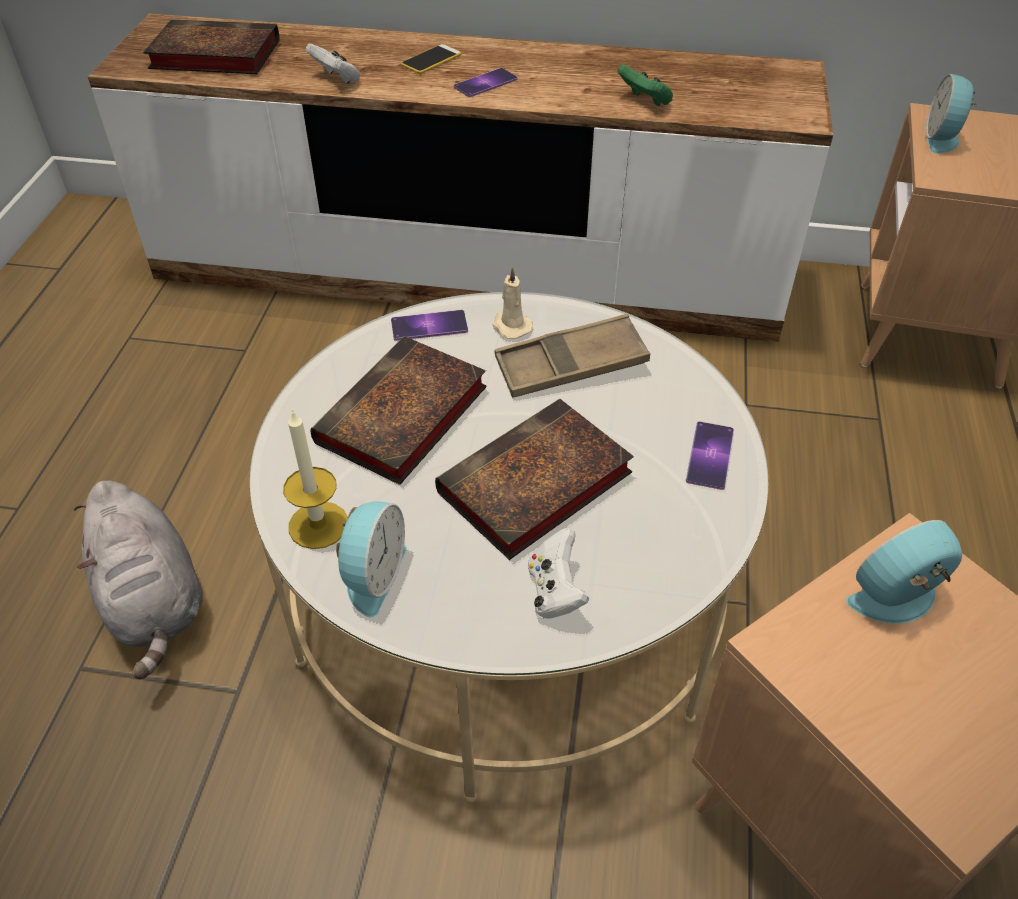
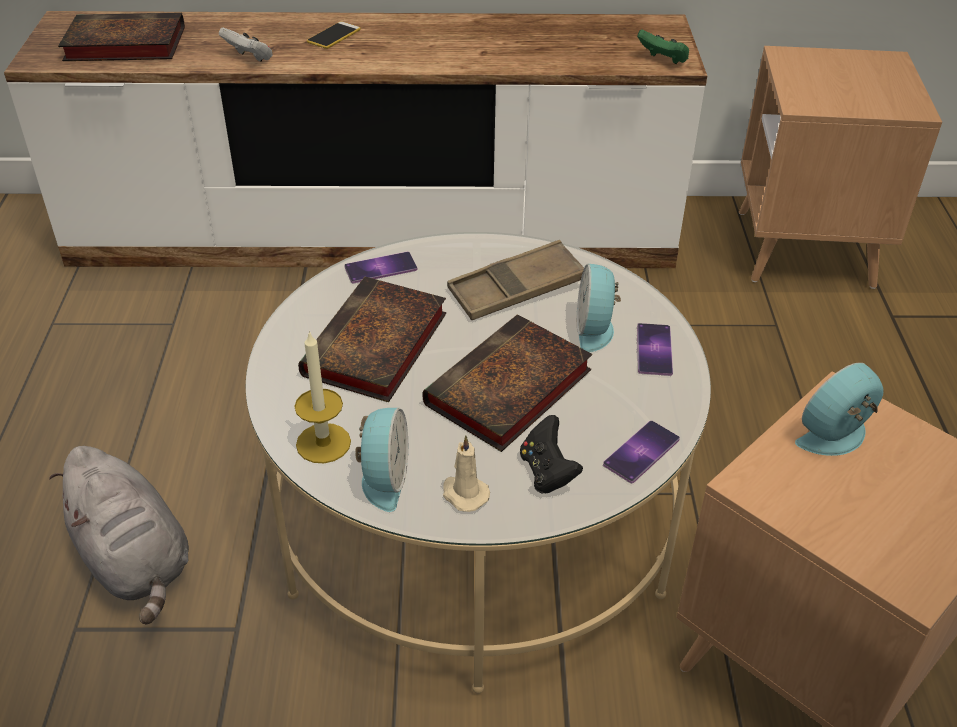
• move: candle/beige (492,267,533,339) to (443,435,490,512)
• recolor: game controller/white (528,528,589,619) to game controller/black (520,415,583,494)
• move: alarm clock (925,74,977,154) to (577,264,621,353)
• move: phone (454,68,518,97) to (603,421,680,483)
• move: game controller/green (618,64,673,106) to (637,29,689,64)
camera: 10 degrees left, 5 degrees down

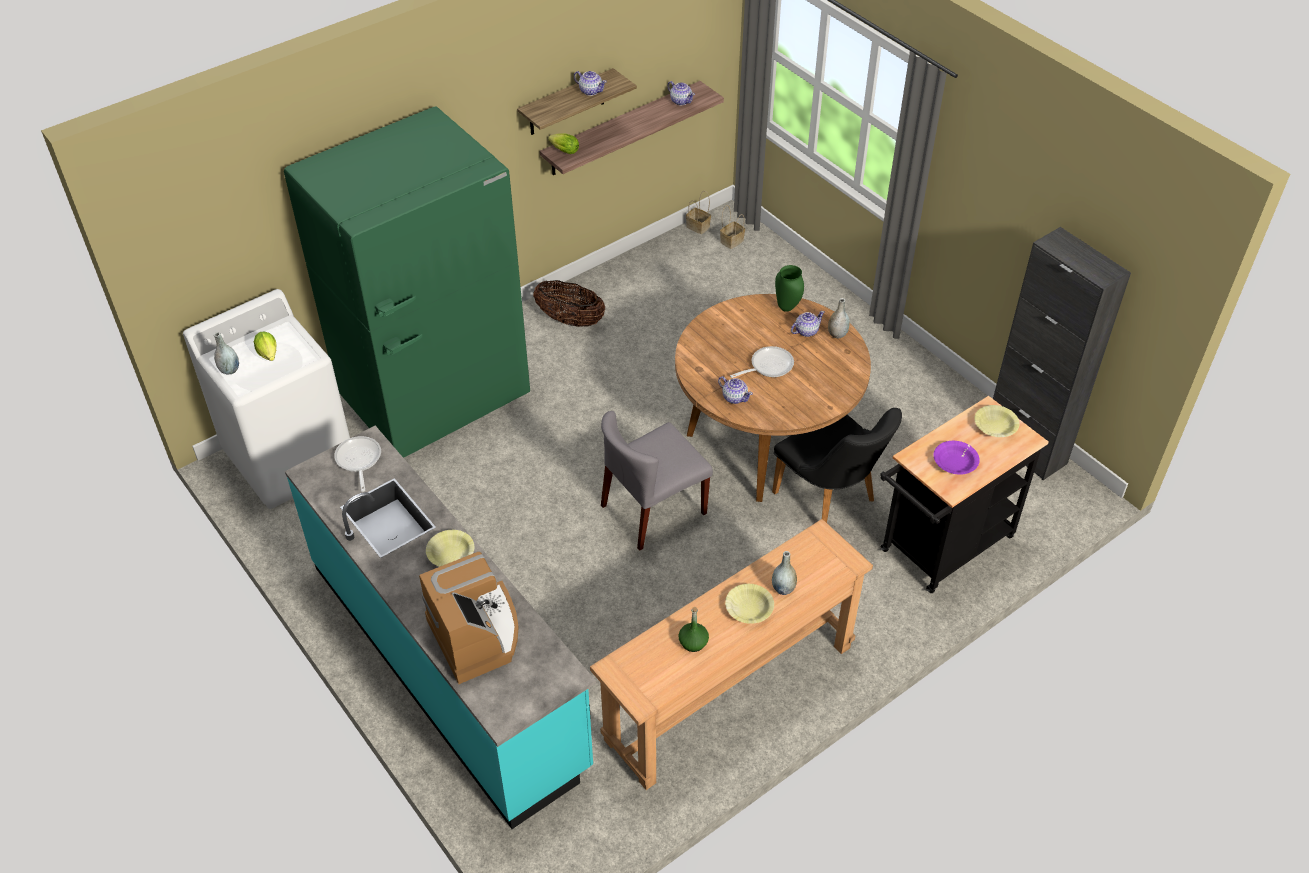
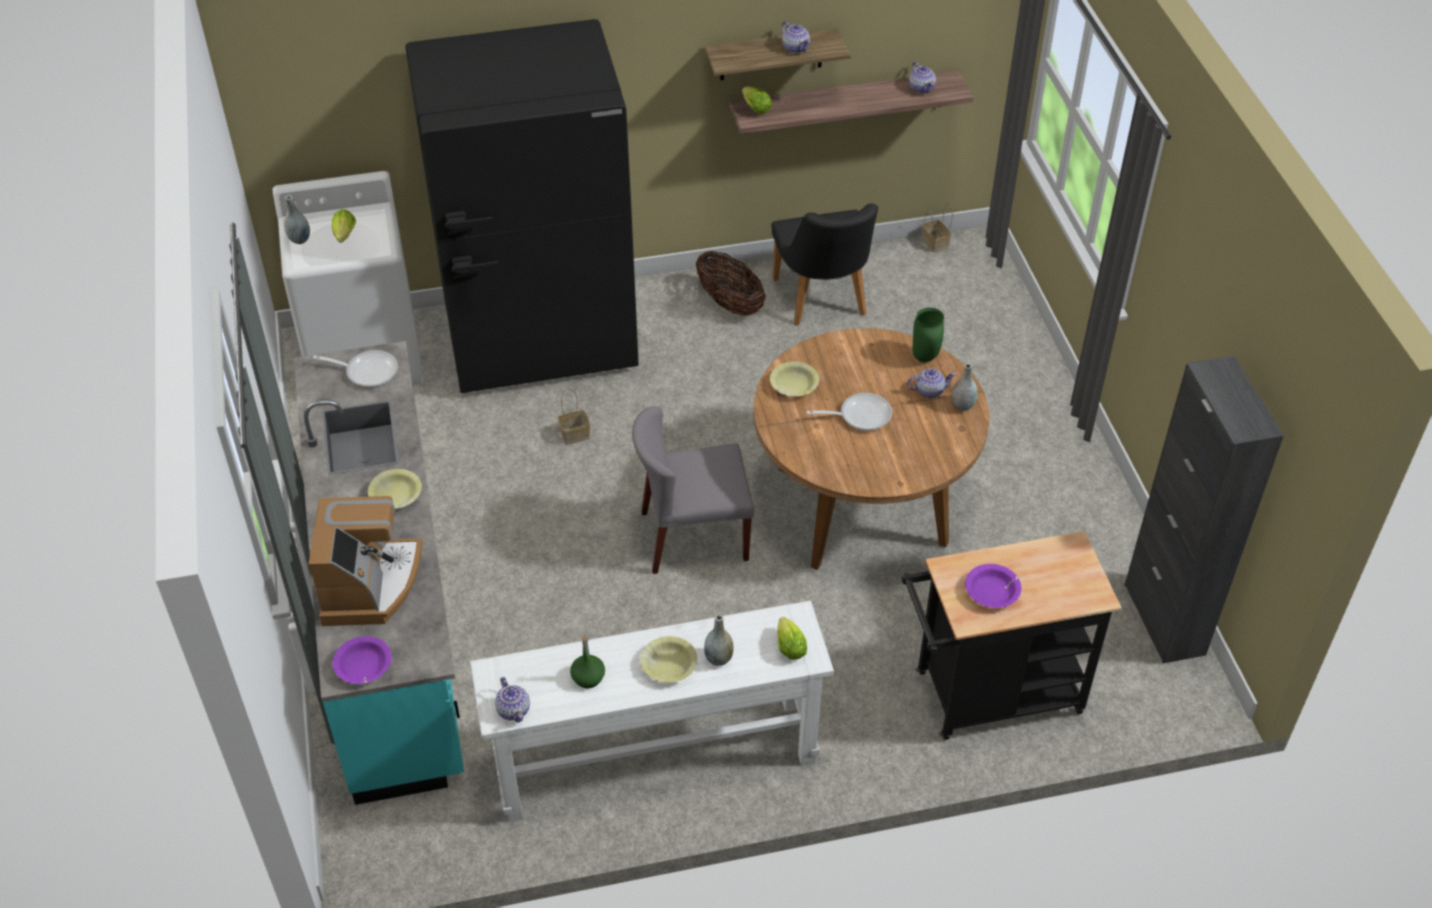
• rotate: frying pan (334,436,381,492) = (313,350,398,388) 90 degrees clockwise
• insert: bowl/purple (333,636,392,684)
• recolor: fridge/green (284,107,530,458) to fridge/black (405,19,639,393)
• recolor: console table/brown (590,519,873,790) to console table/white (470,601,834,822)
• move: teapot (718,376,753,404) to (495,677,530,722)
• move: basket (720,205,745,249) to (558,388,590,445)
• move: bowl/yellow (974,405,1020,437) to (770,362,819,396)
• move: chair/black (772,408,902,523) to (771,203,878,326)
• insert: lettuce (777,617,807,660)
camera: 25 degrees right, 0 degrees up

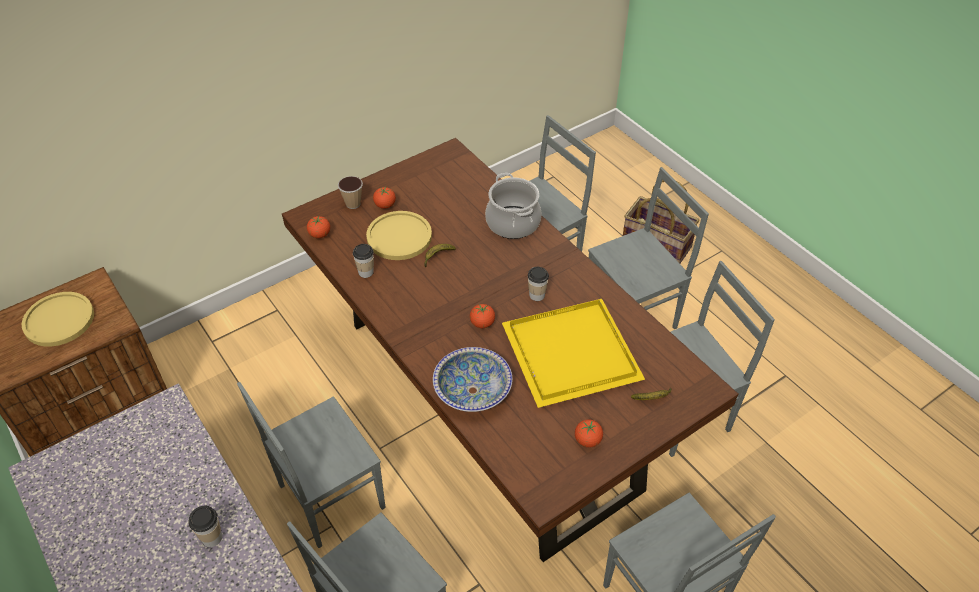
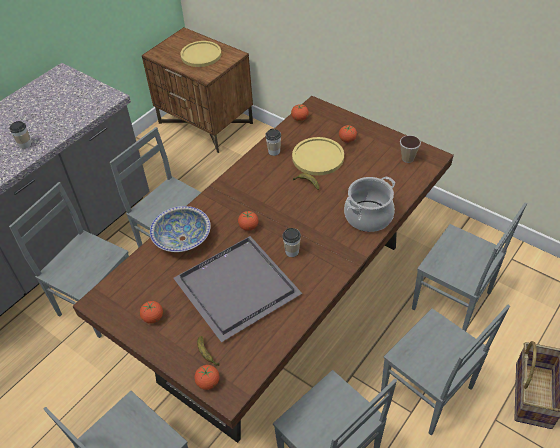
• recolor: tray/yellow (502,299,645,408) to tray/grey (173,236,302,342)
• insert: tomato (194,365,219,390)
• move: cup (338,176,363,209) to (400,135,421,163)
camera: 75 degrees right, 0 degrees up

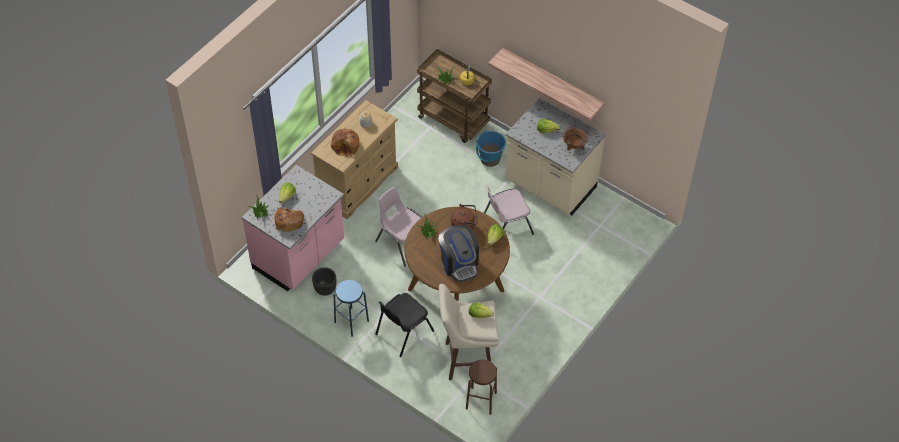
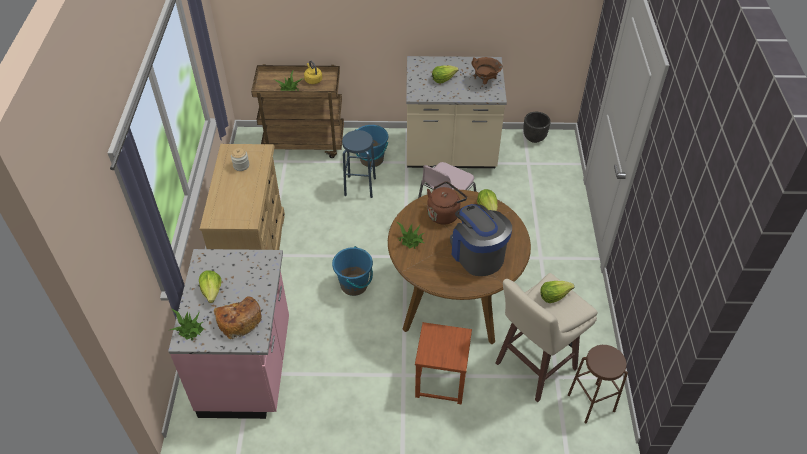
• replace: chair/pink (375,187,422,267) to bucket/blue (332,246,373,296)
• move: stool/blue (334,280,369,337) to (342,130,376,198)
• replace: chair/black (375,293,434,357) to stool/brown (415,322,472,404)
• rotate: coffee machine (438,225,479,282) = (450,204,512,276) 150 degrees counterclockwise
• move: planter/black (312,267,336,296) to (523,112,551,143)
• delete: bread (331,129,359,157)
• delete: shelf (488,48,605,121)
camera: 35 degrees left, 5 degrees down

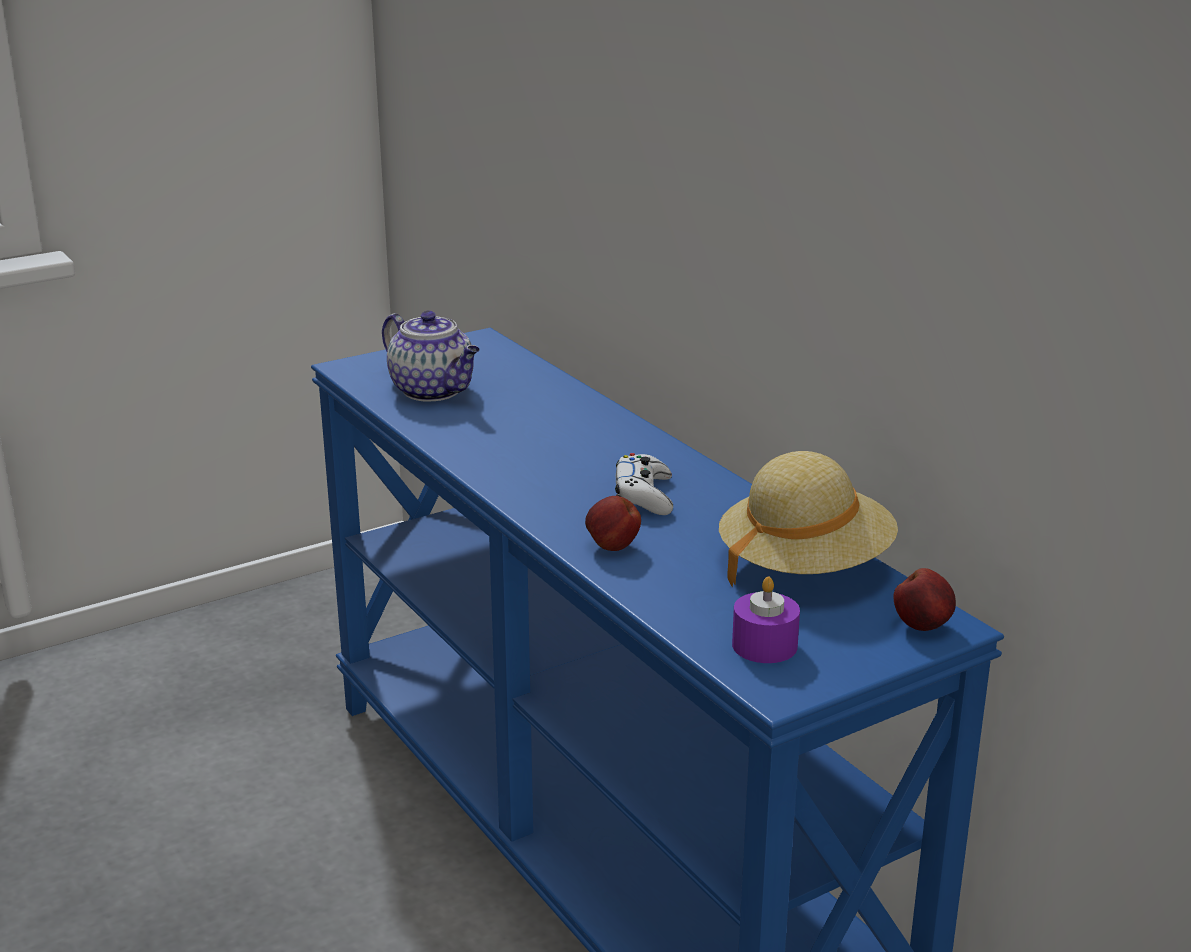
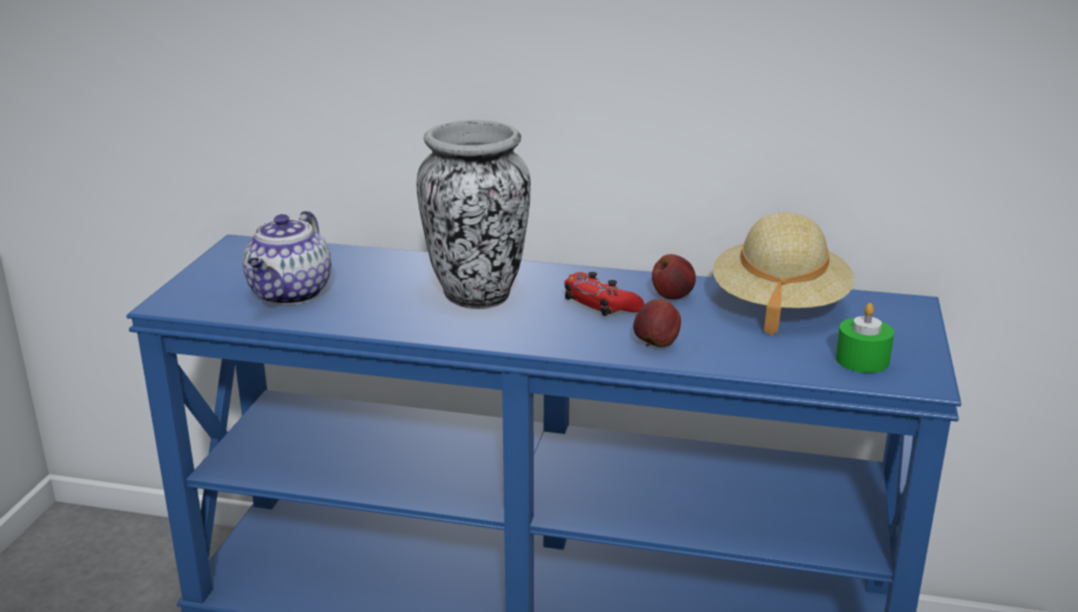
• rotate: teapot (382,311,480,402) = (243,211,331,305) 105 degrees clockwise
• insert: vase (417,120,531,309)
• recolor: game controller/white (615,453,673,515) to game controller/red (564,272,644,316)
• move: apple (894,568,956,631) to (652,254,696,300)
• recolor: candle/purple (732,577,800,663) to candle/green (836,303,894,373)
camera: 45 degrees left, 0 degrees up

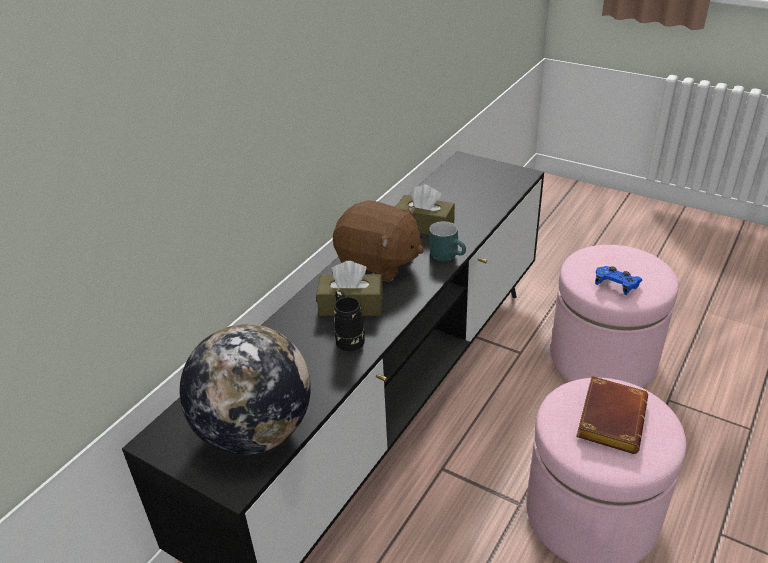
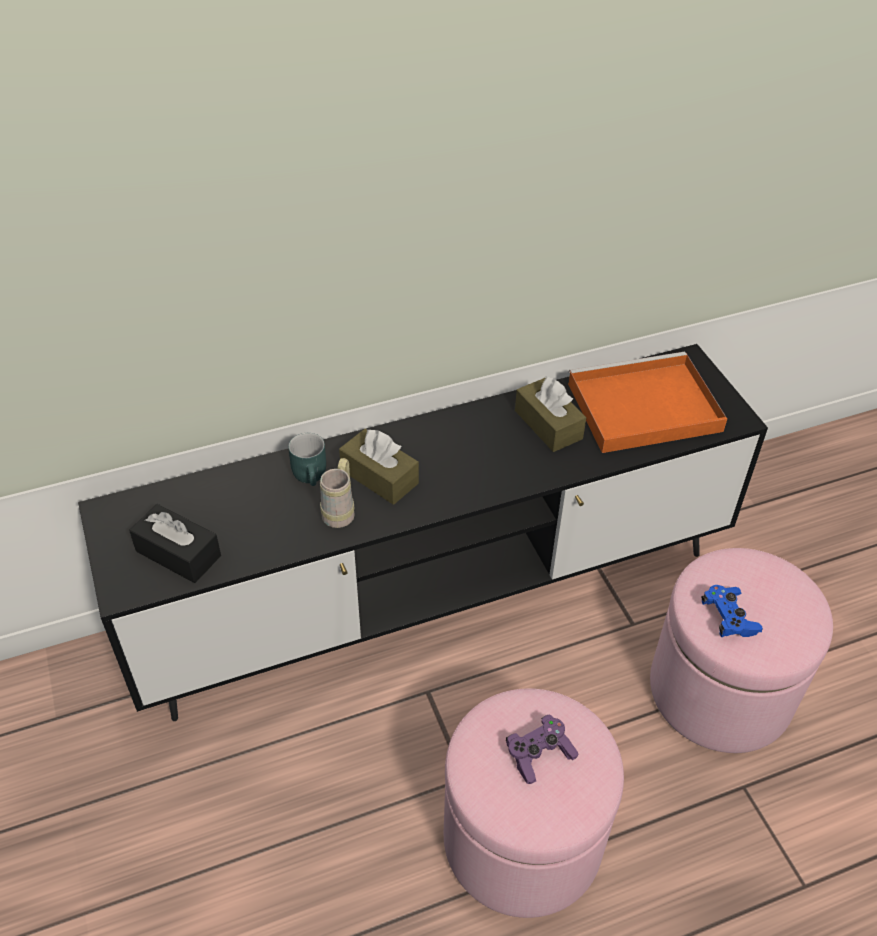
• replace: globe (180,324,311,455) to tissue box/black (129,504,221,583)
• move: mug/turquoise (429,221,466,261) to (288,433,326,486)
• recolor: mug/black (334,290,365,351) to mug/beige (320,458,355,528)
• replace: book/brown (576,376,648,454) to game controller/purple (506,715,578,784)
• insert: tray/orange (568,352,727,453)
• delete: plush toy/brown (333,200,424,282)
camera: 35 degrees right, 10 degrees up

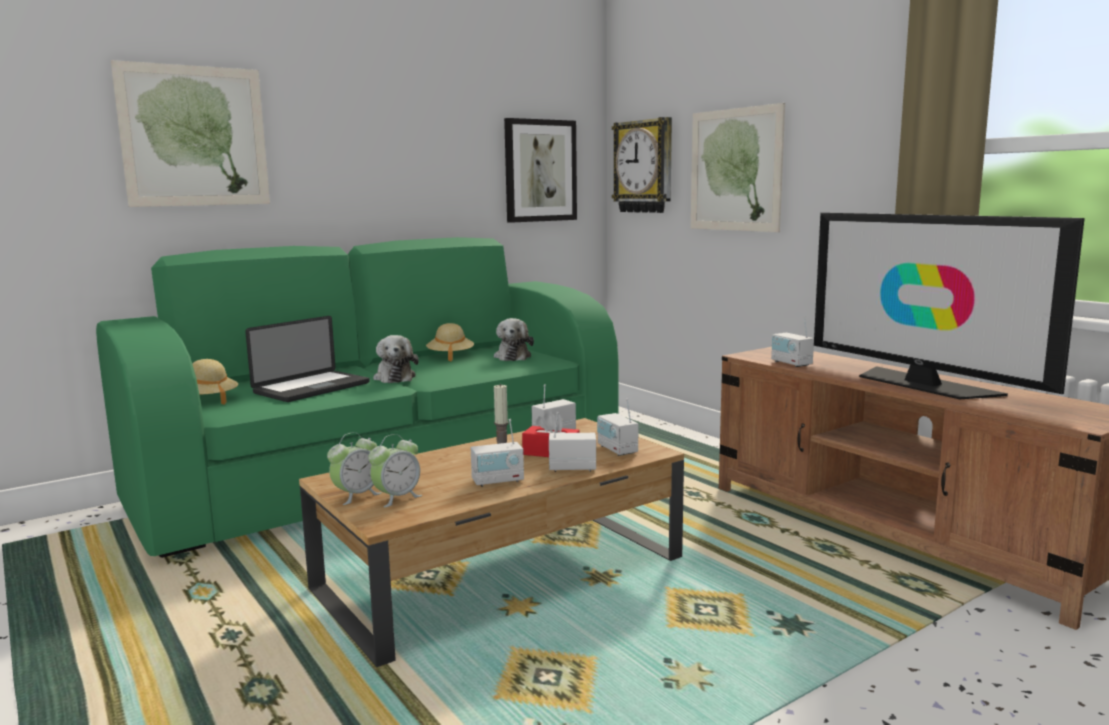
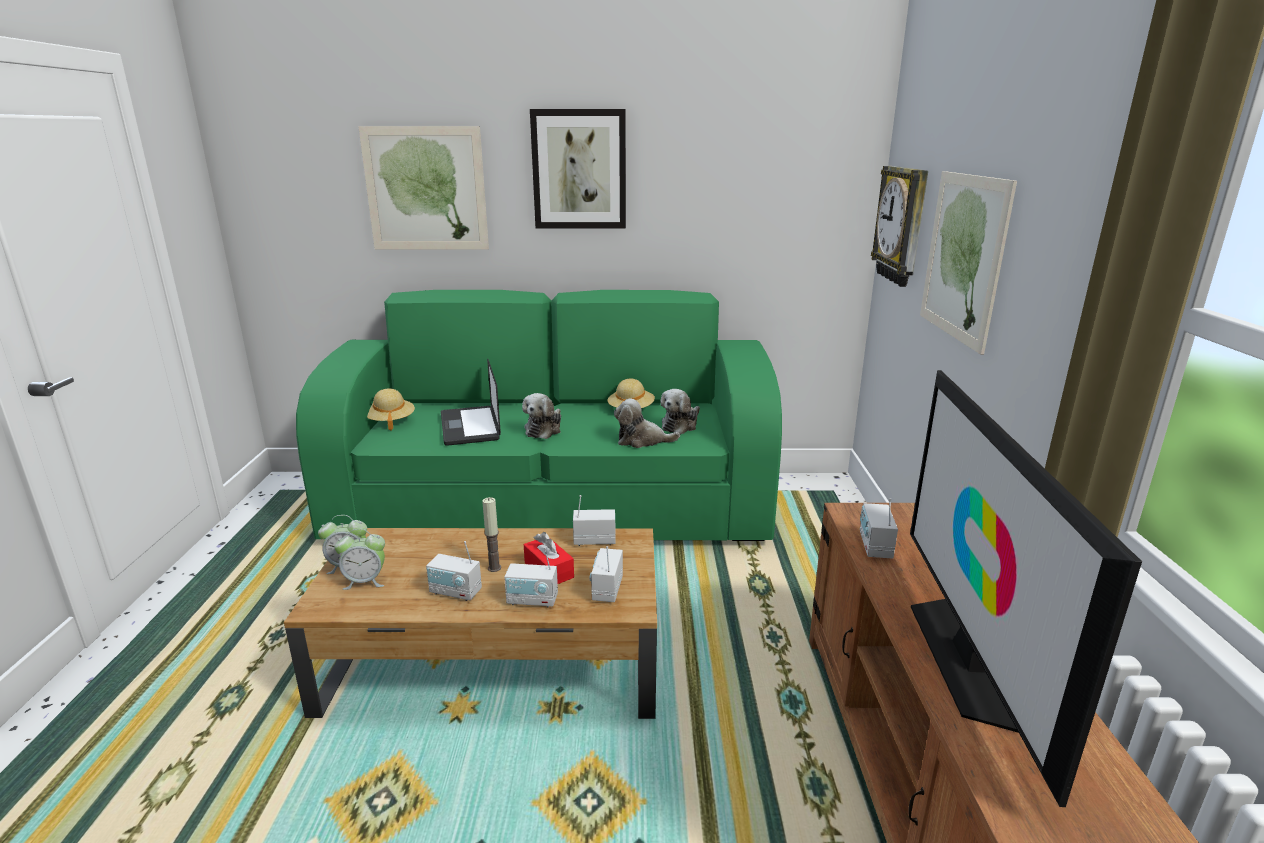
• rotate: laptop (245,316,370,402) = (441,359,501,446) 90 degrees clockwise
• rotate: radio (549,412,596,472) = (504,547,558,608) 150 degrees clockwise
• move: picture (504,118,577,223) to (530,109,626,228)
• insert: plush toy (614,398,680,448)
camera: 35 degrees right, 10 degrees up

